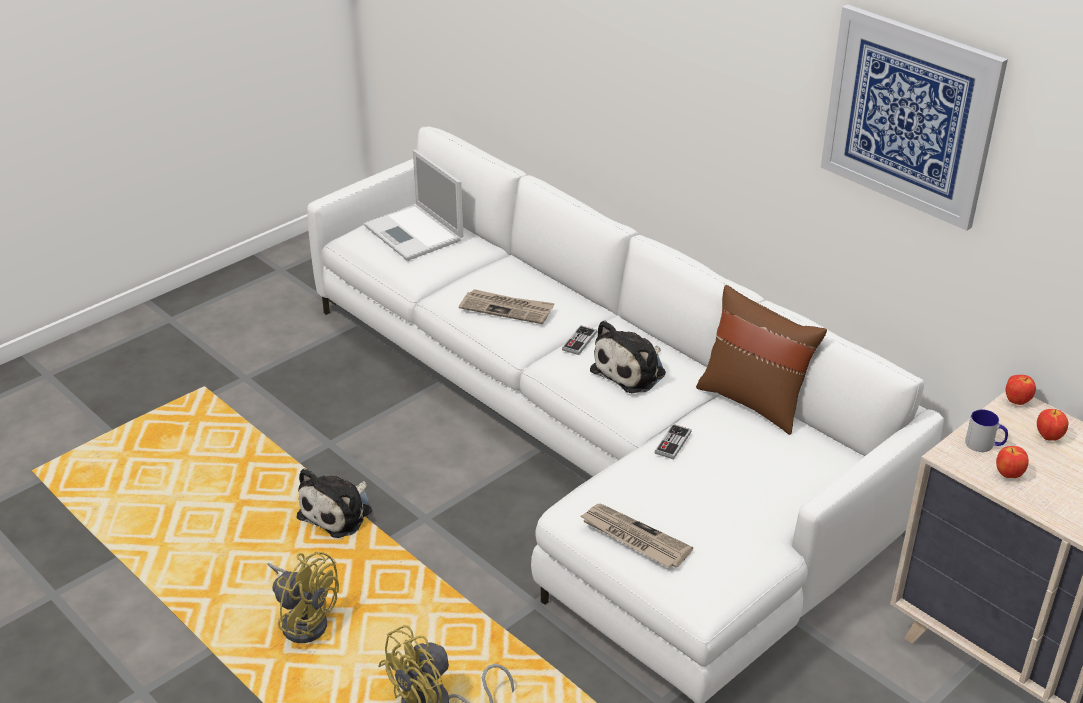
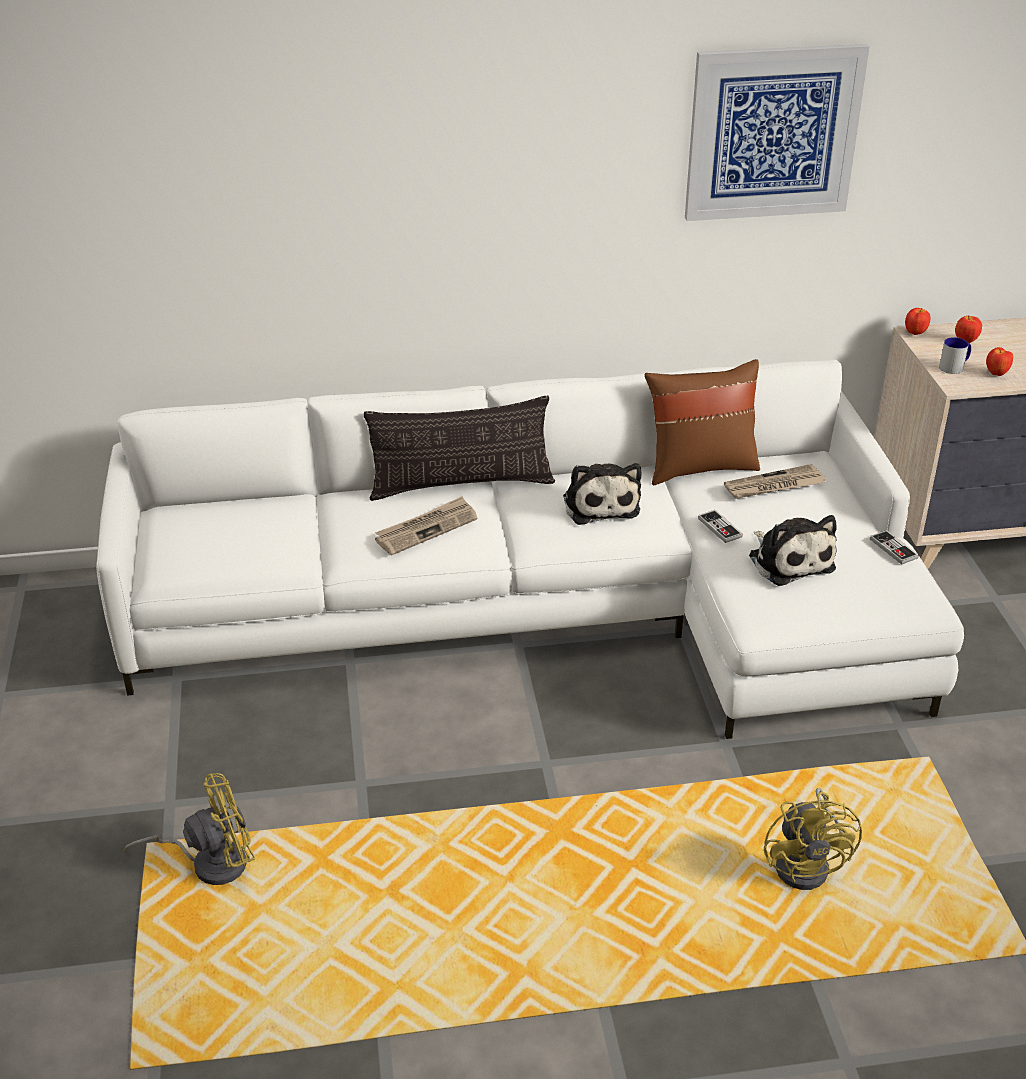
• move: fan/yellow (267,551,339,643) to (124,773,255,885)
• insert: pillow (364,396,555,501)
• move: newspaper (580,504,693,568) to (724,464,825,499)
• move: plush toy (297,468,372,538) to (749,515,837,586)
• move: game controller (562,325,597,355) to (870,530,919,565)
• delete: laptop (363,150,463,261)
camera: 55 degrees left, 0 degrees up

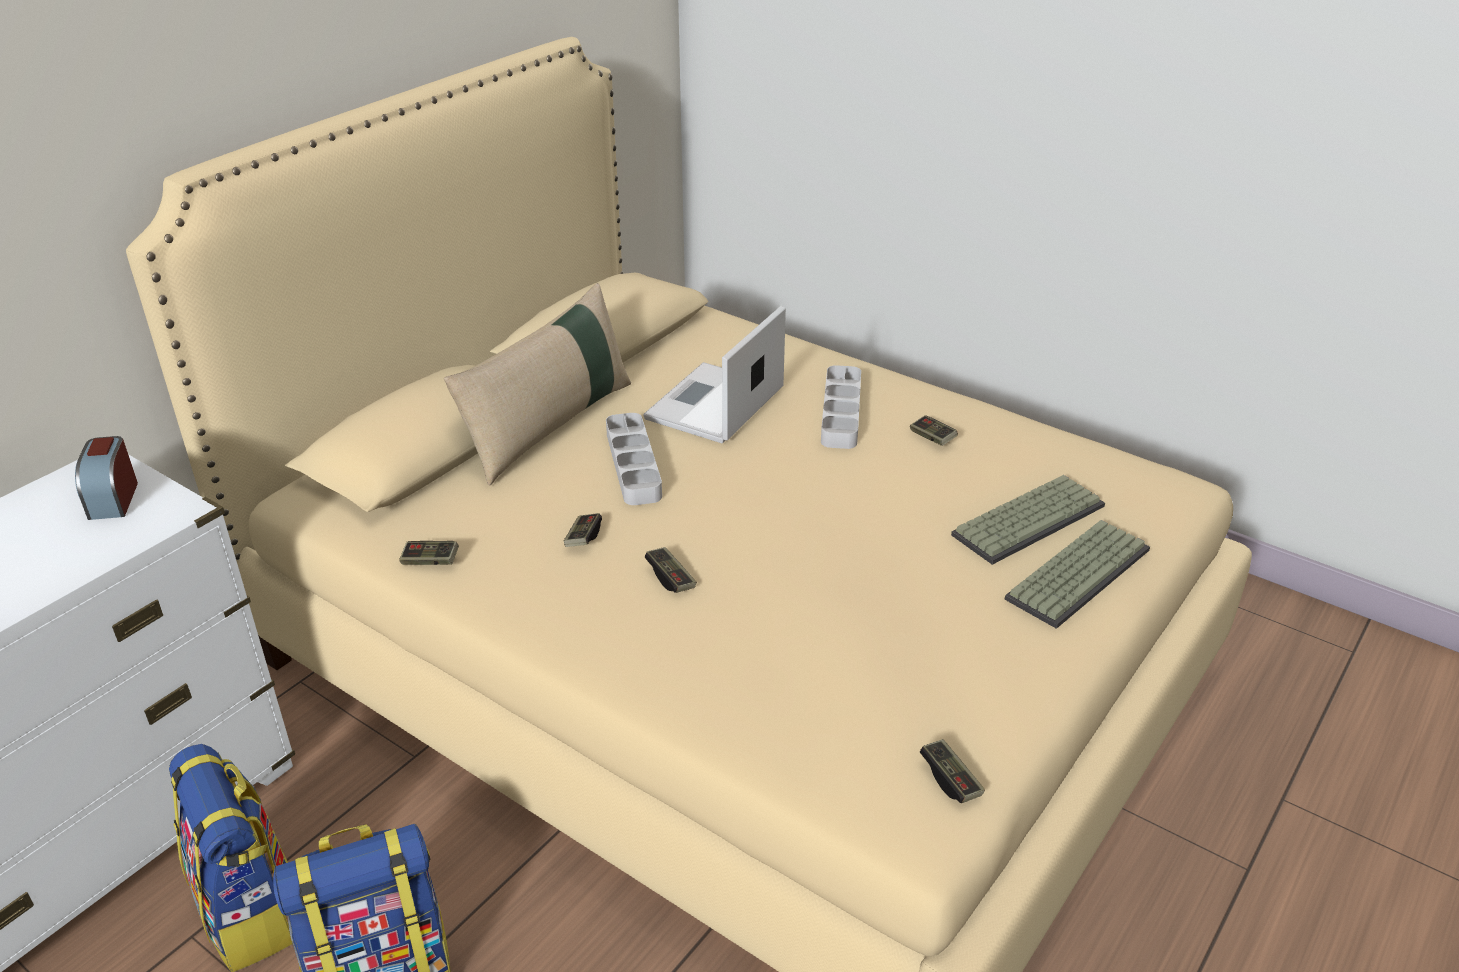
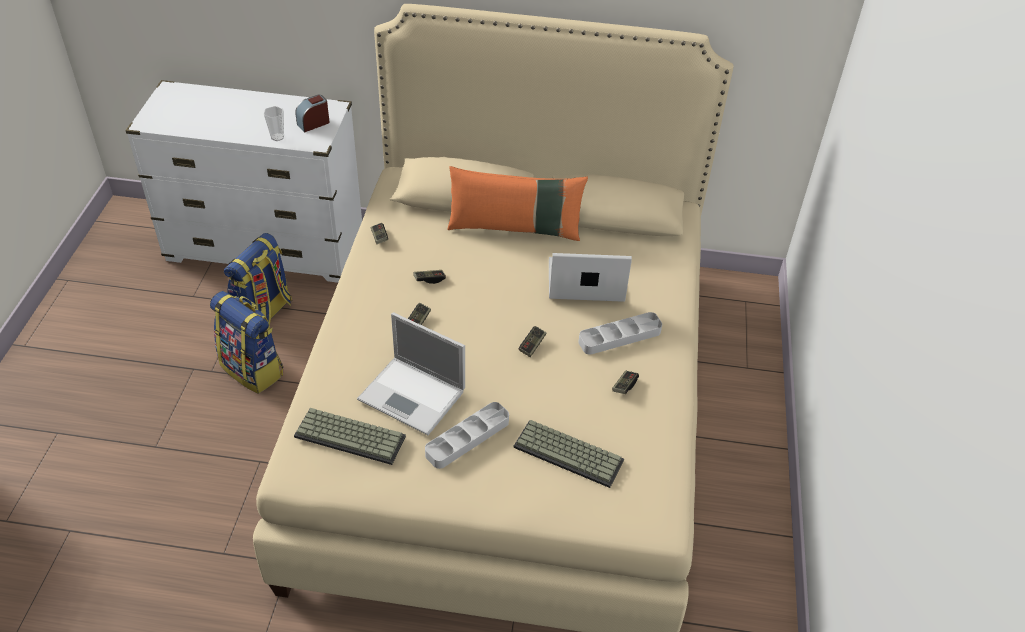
• insert: cup (264,106,284,141)
• move: keyboard (1004,520,1150,629) to (294,408,406,465)
• insert: laptop (357,312,465,435)
• move: tray/grey (606,413,662,505) to (425,402,509,469)
• recolor: pillow/beige (444,283,631,485) to pillow/orange (447,166,588,241)
• move: game controller (920,739,985,803) to (519,326,546,357)
camera: 60 degrees right, 10 degrees up

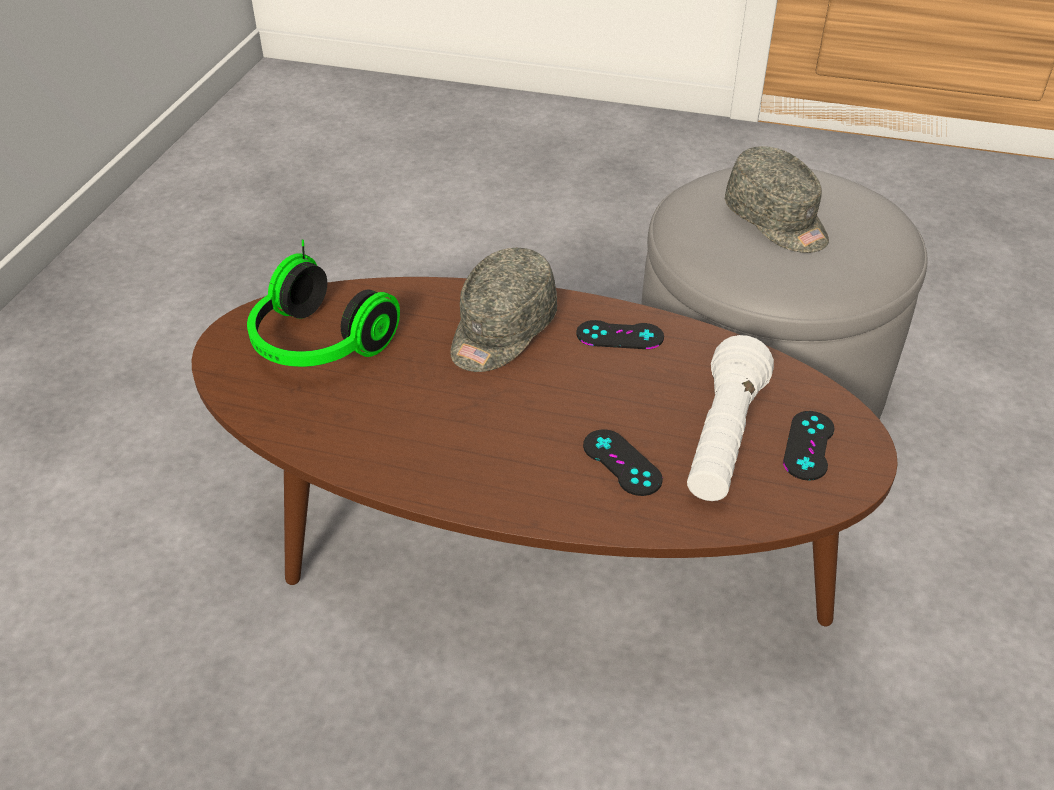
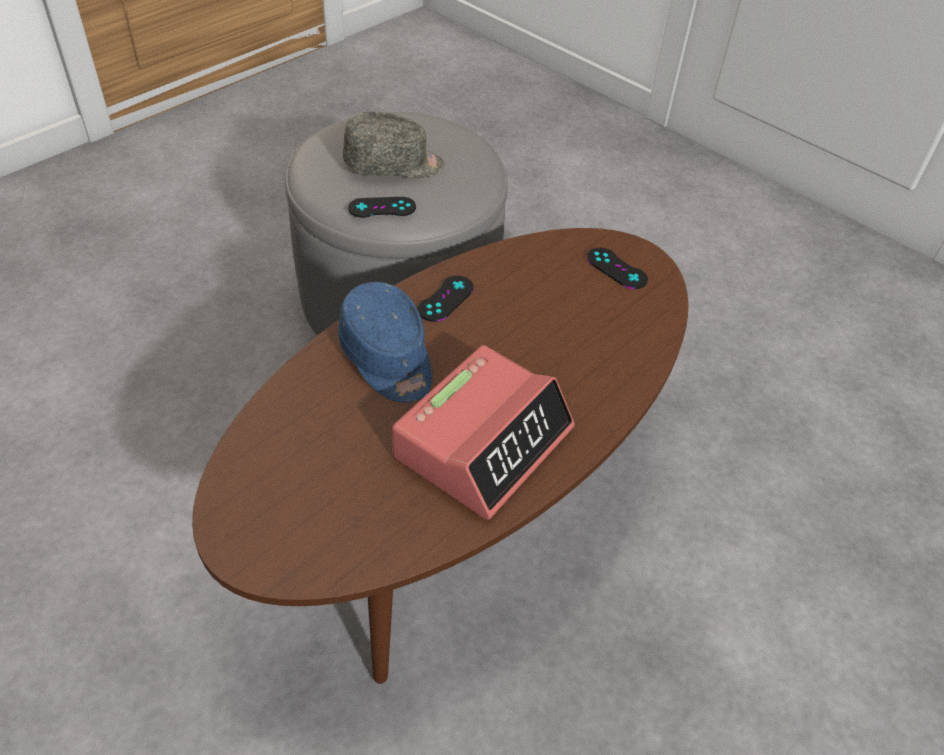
• recolor: cap/grey (450,248,557,372) to cap/blue (338,282,432,403)
• move: game controller/black (583,430,663,496) to (348,197,416,218)
• insert: alarm clock (392,345,575,520)
• delete: headphones (247,239,400,367)
• delete: flashlight/white (687,335,774,501)
camera: 65 degrees left, 5 degrees up

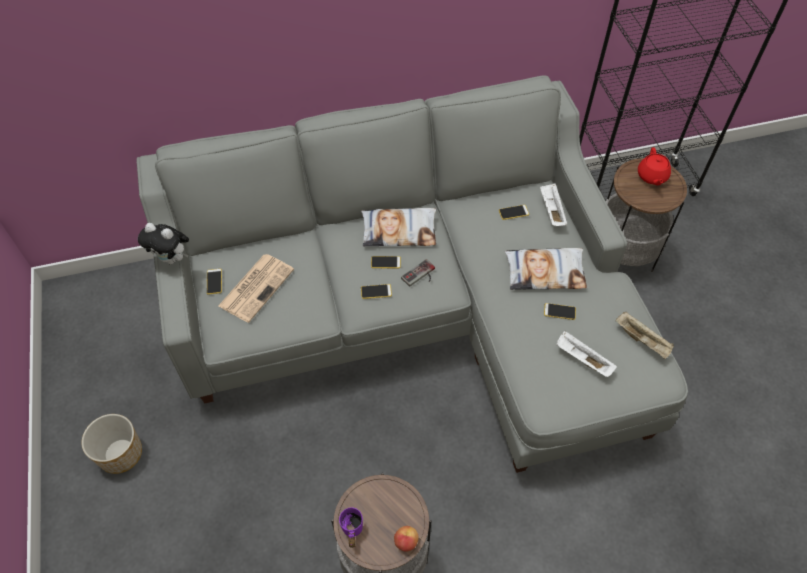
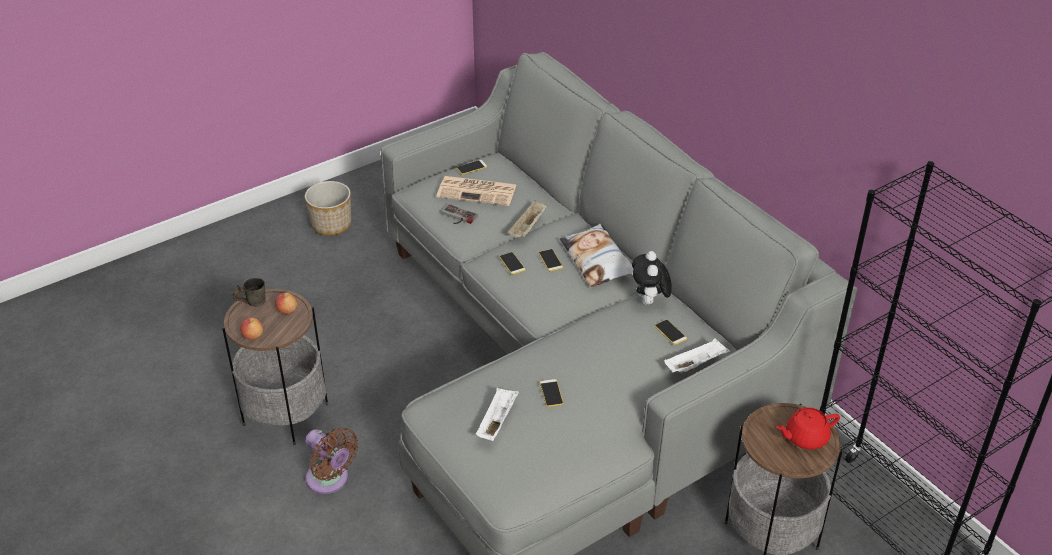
• recolor: mug/purple (339,507,363,548) to mug/grey (233,278,266,307)
• insert: apple (275,293,297,314)
• insert: fan/brown (305,427,359,494)
• move: game controller (401,259,435,287) to (441,204,478,224)
• move: tray/beige (615,312,674,359) to (508,200,547,237)
• move: plush toy (138,223,189,265) to (632,251,672,305)
• delete: pillow (505,248,587,290)
camera: 70 degrees right, 15 degrees down

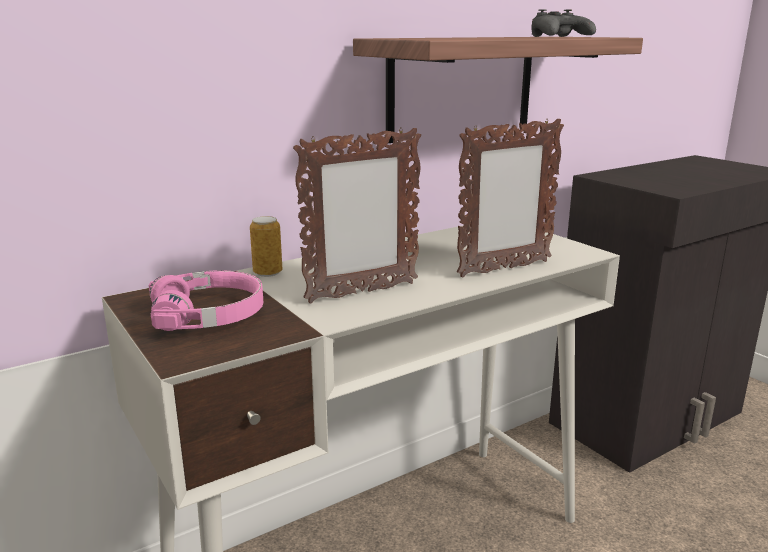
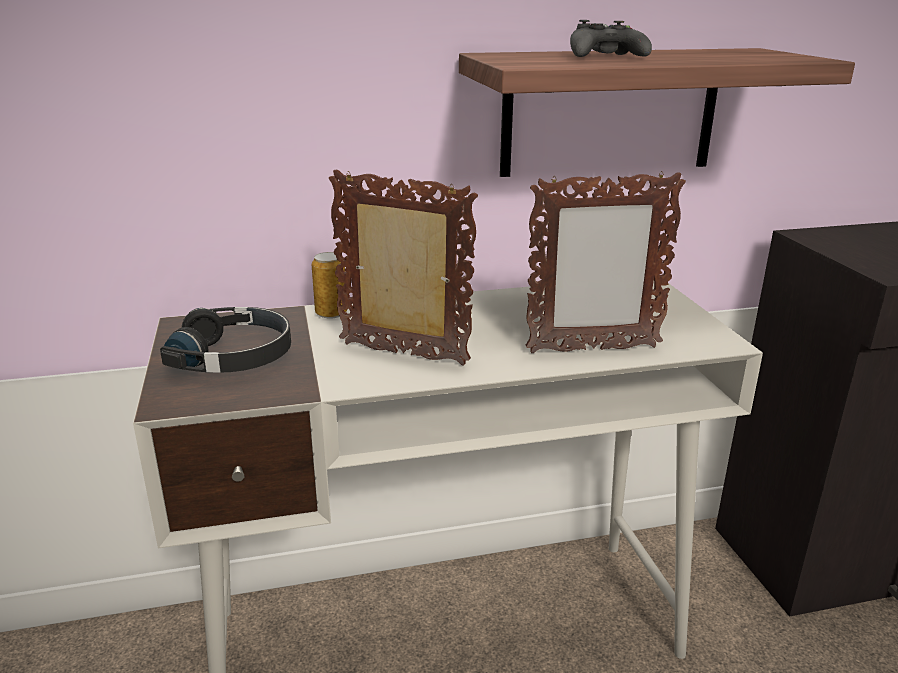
• recolor: headphones/pink (149,270,264,331) to headphones/black (160,307,291,372)
• rotate: picture frame (293,128,421,303) = (329,170,478,366) 150 degrees counterclockwise
• move: game controller/black (532,9,596,37) to (570,20,652,57)
camera: 20 degrees right, 5 degrees up

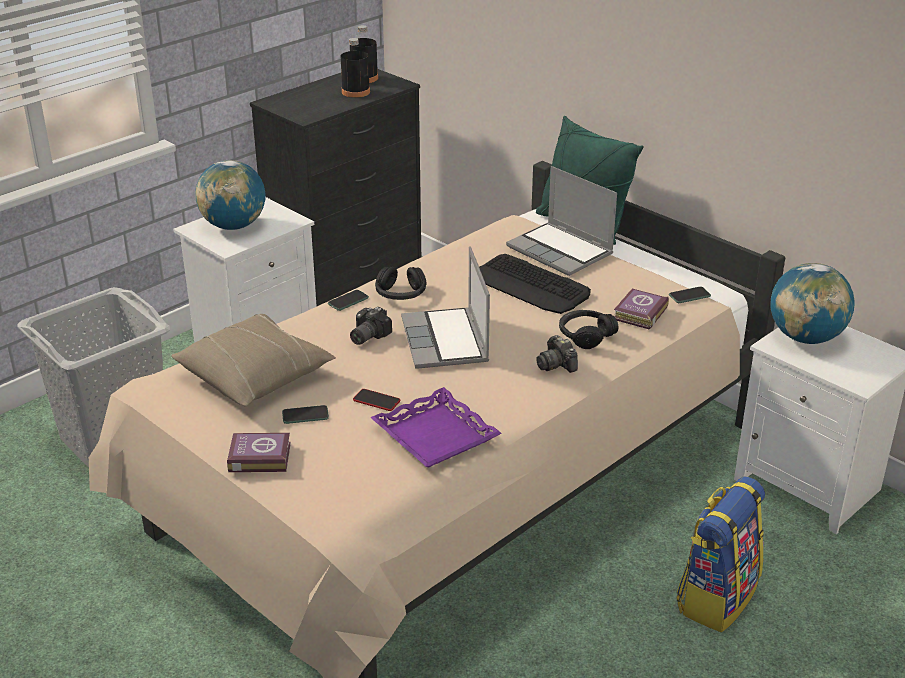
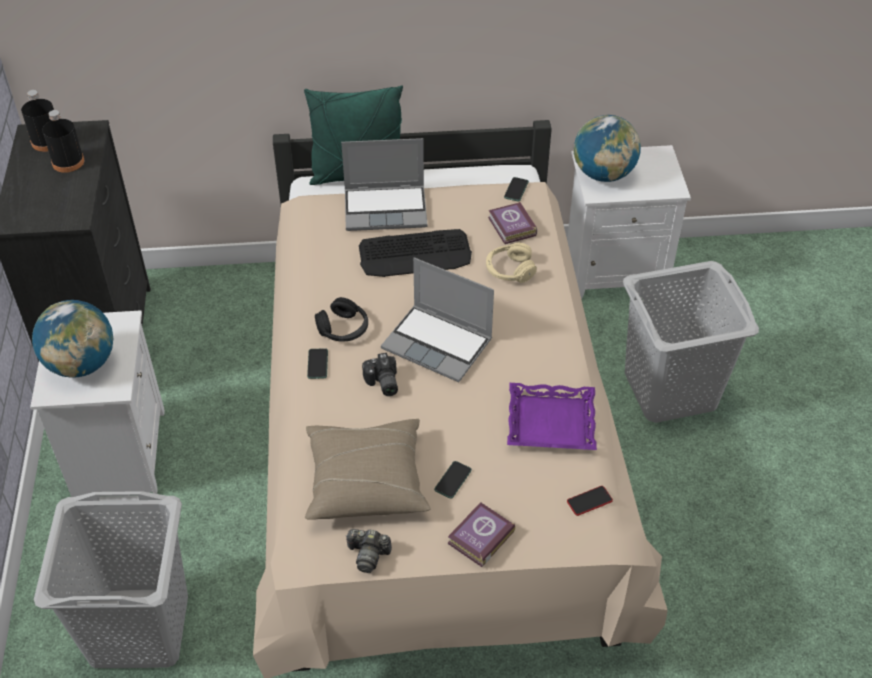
• move: photo camera (536,335,578,373) to (346,529,392,573)
• recolor: headphones/black (559,310,618,349) to headphones/beige (486,243,537,283)
• move: phone (353,389,400,411) to (567,486,613,516)
• replace: backpack (677,476,765,632) to laundry basket/grey (623,261,759,423)
camera: 50 degrees left, 15 degrees up

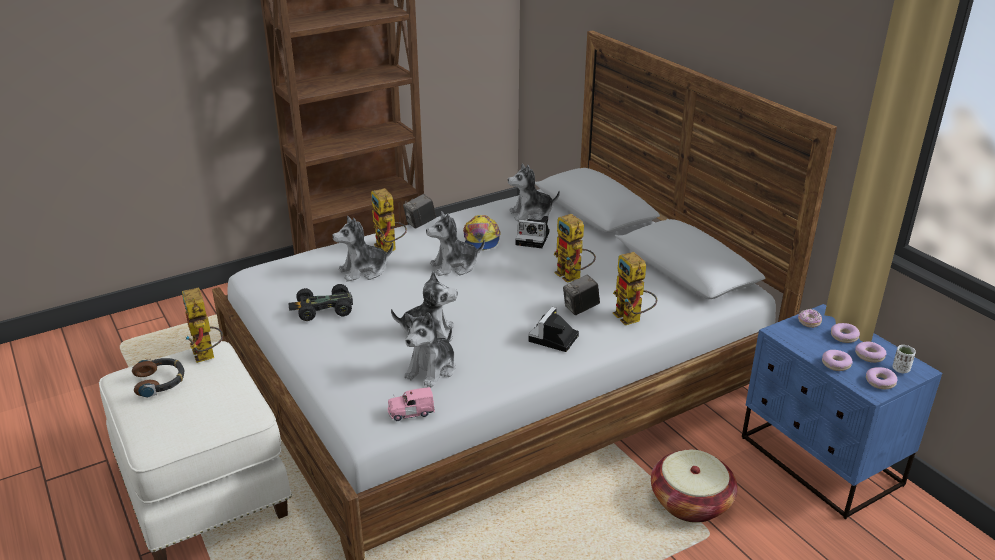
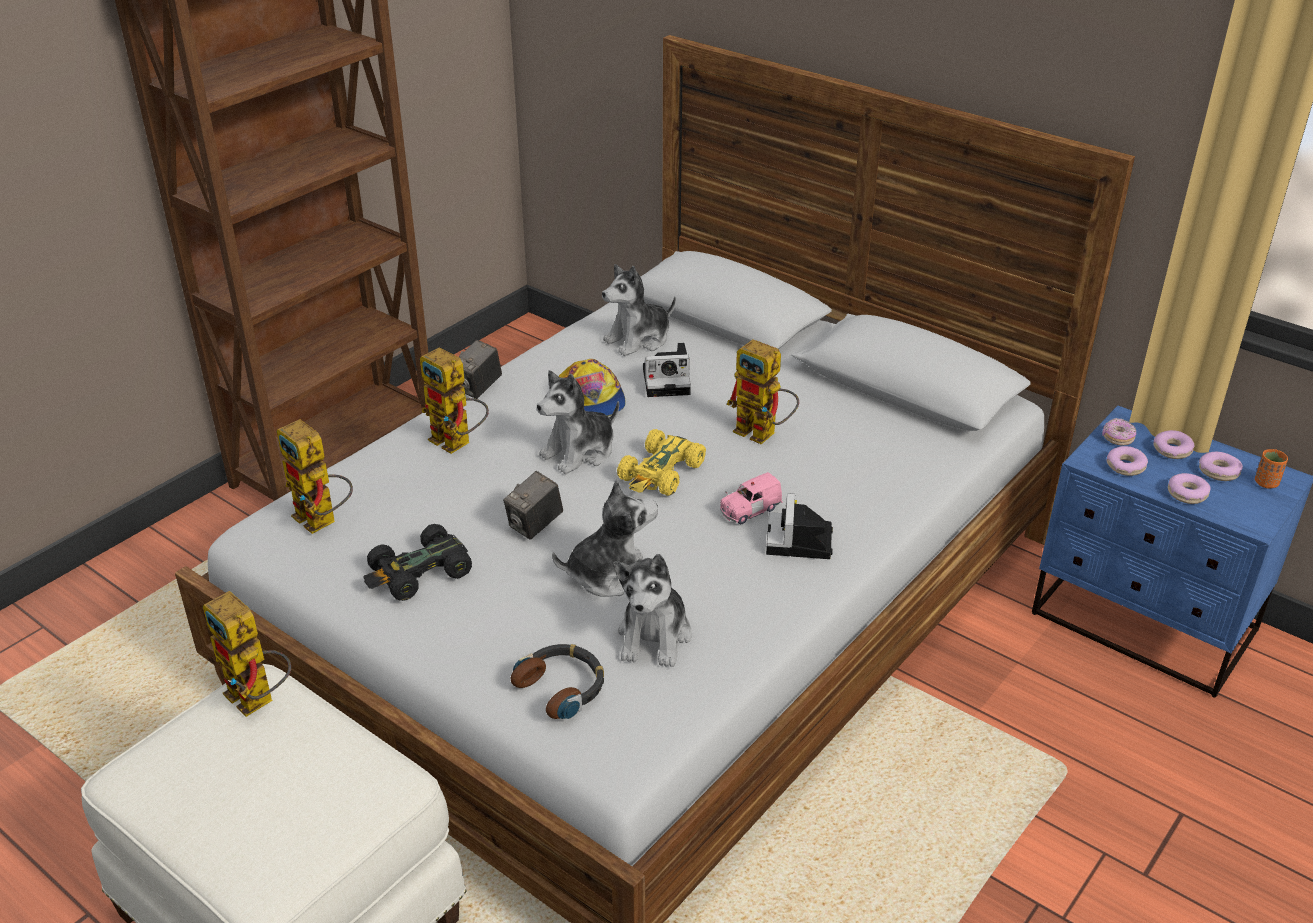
• move: toy robot (613,252,657,325) to (277,419,353,534)
• move: photo camera (563,274,600,315) to (503,471,563,540)
• move: headphones (132,358,184,398) to (511,644,604,719)
• insert: toy car/yellow (617,429,706,496)
• move: toy car/pink (388,387,435,421) to (720,472,783,524)
• move: donut (866,367,898,389) to (1107,446,1148,476)
• recolor: cup/white (892,345,916,373) to cup/orange (1255,449,1288,489)
• delete: plush toy (332,216,394,282)
• delete: basket (651,450,738,523)
camera: 20 degrees left, 5 degrees up

